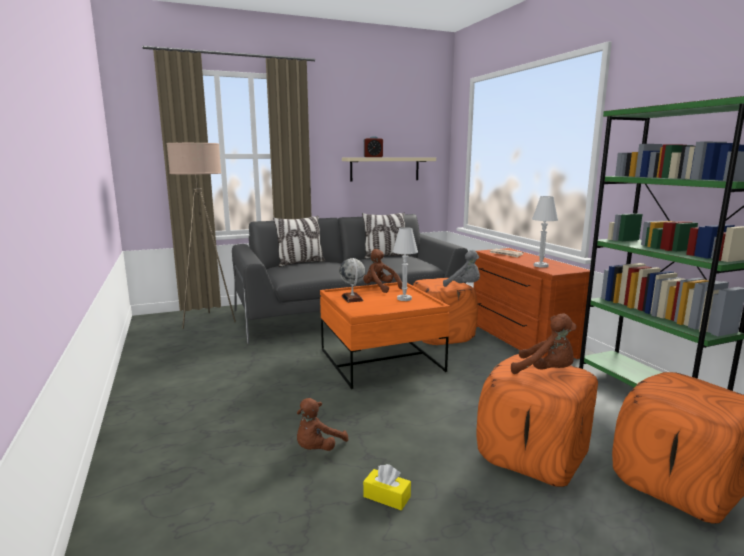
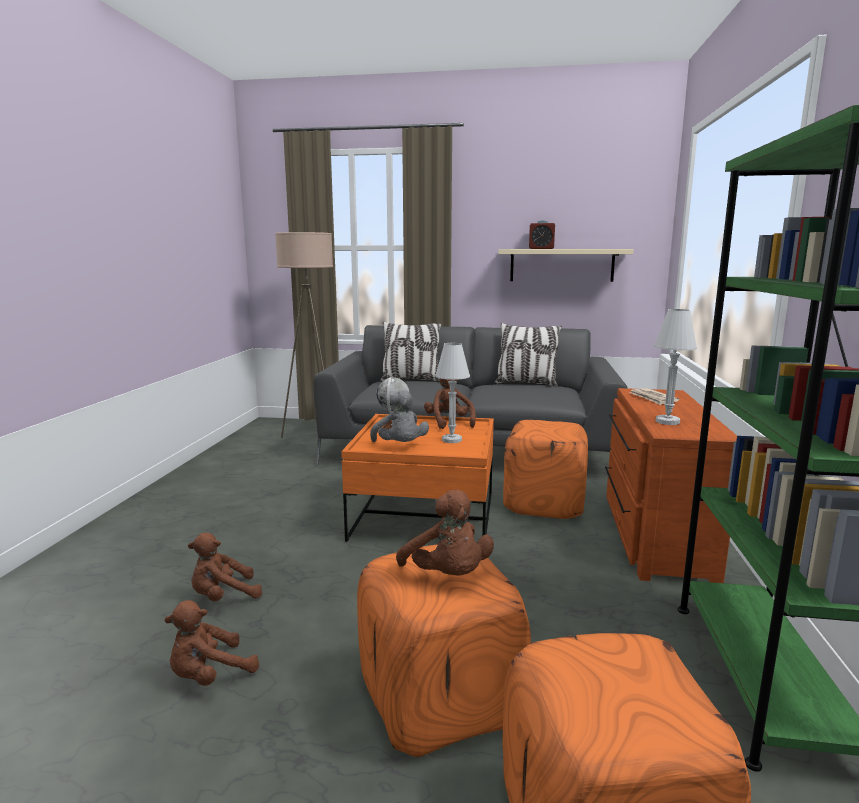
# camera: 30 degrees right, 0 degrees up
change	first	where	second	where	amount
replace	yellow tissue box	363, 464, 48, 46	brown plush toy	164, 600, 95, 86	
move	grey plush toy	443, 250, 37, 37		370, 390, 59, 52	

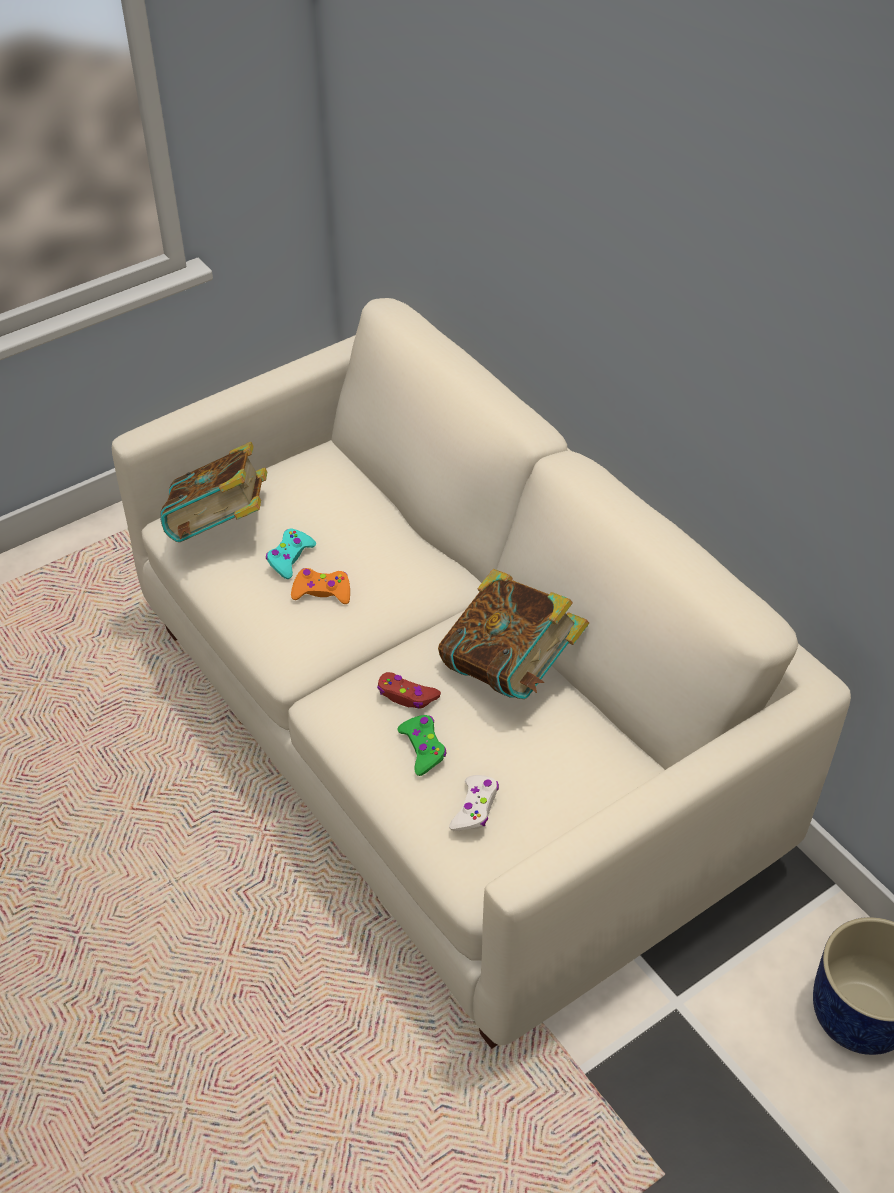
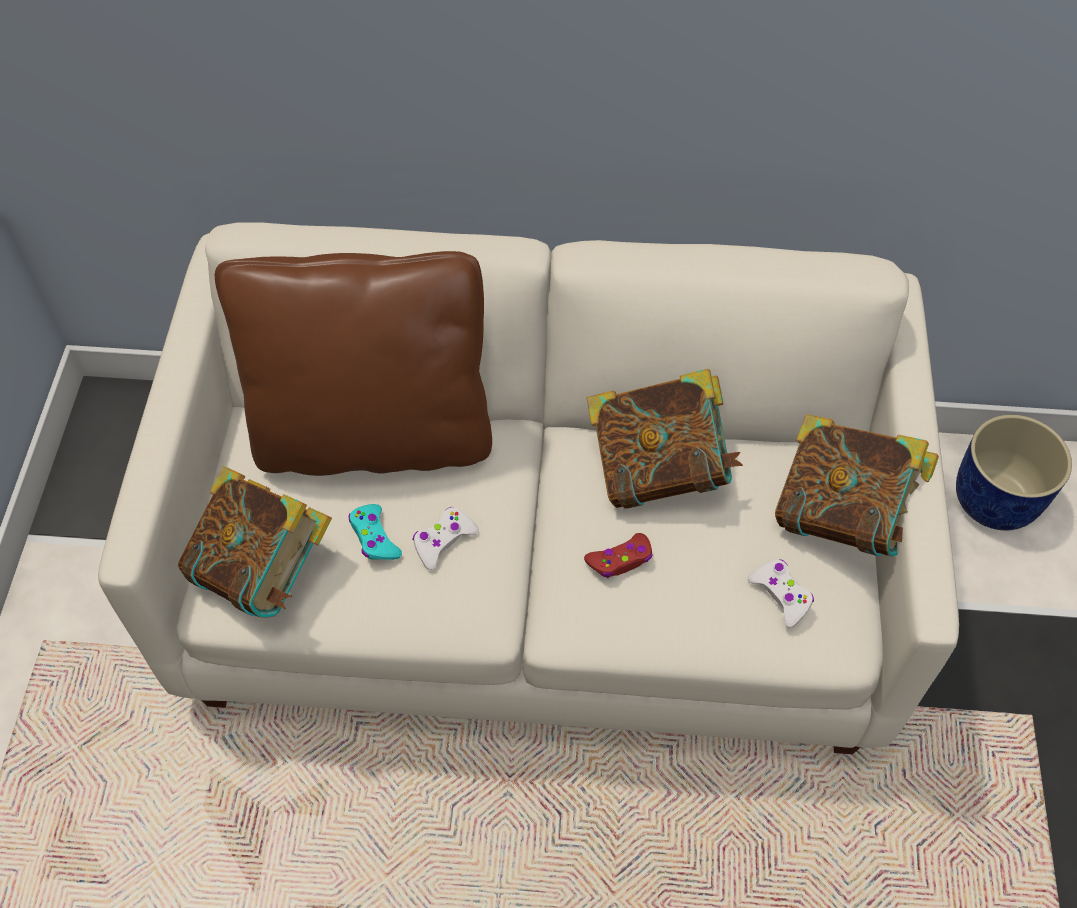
# camera: 50 degrees left, 10 degrees up
change	first	where	second	where	amount
recolor	orange game controller	291, 568, 59, 36	white game controller	413, 507, 66, 63	
delete	green game controller	398, 715, 48, 61			
insert			brown pillow	215, 251, 277, 225	
insert			book	775, 414, 164, 142	

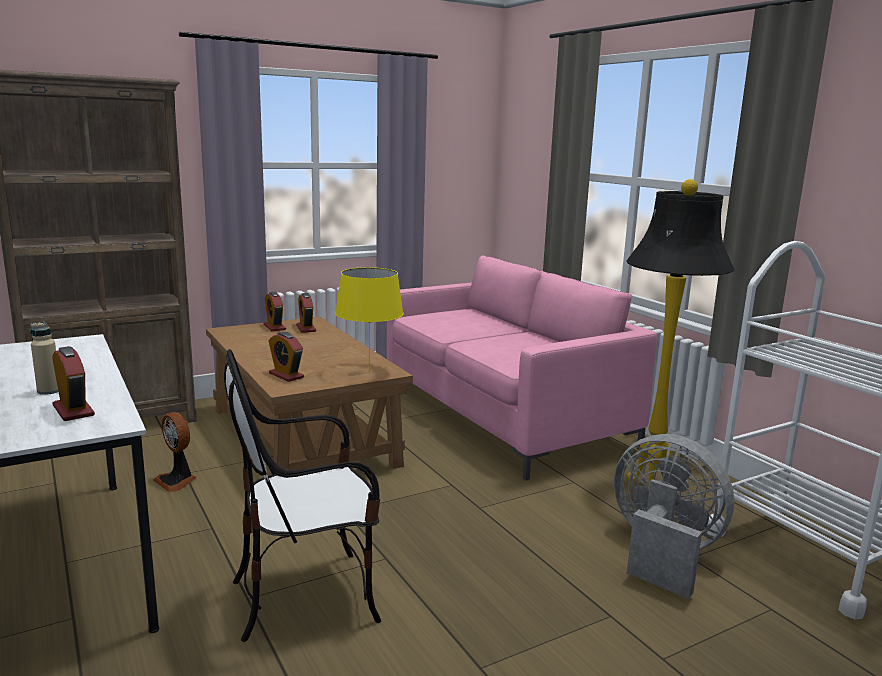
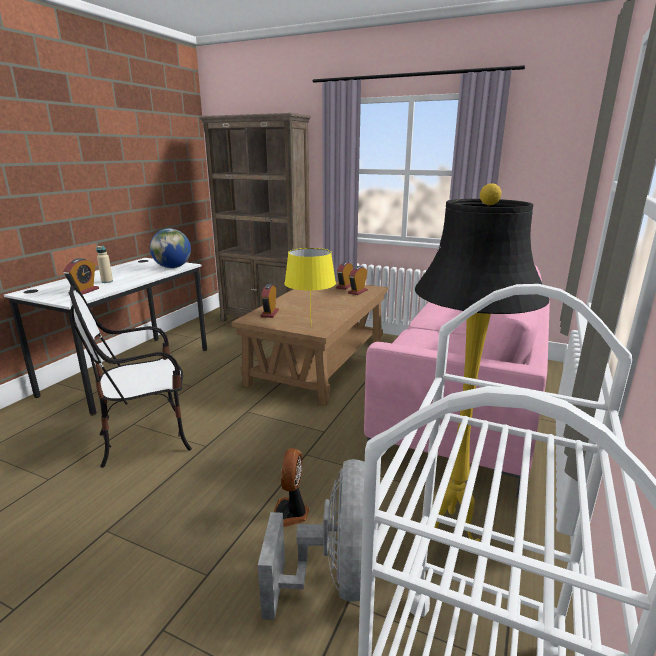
# camera: 55 degrees right, 5 degrees up
change	first	where	second	where	amount
move	fan	153, 413, 43, 79		274, 448, 35, 79	
rotate	chair	224, 349, 157, 293		69, 286, 123, 182	60 degrees counterclockwise
insert			globe	150, 229, 41, 39	

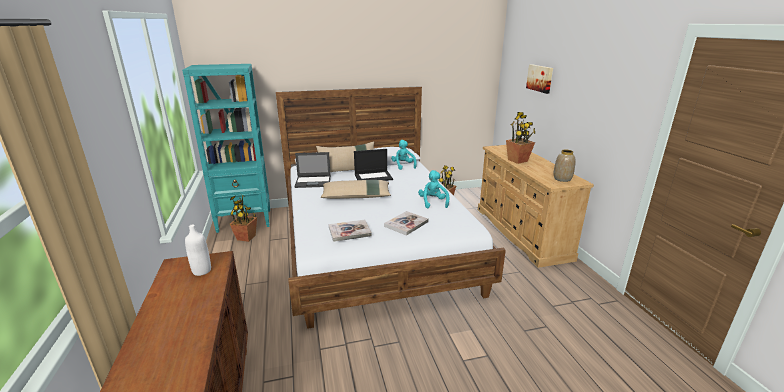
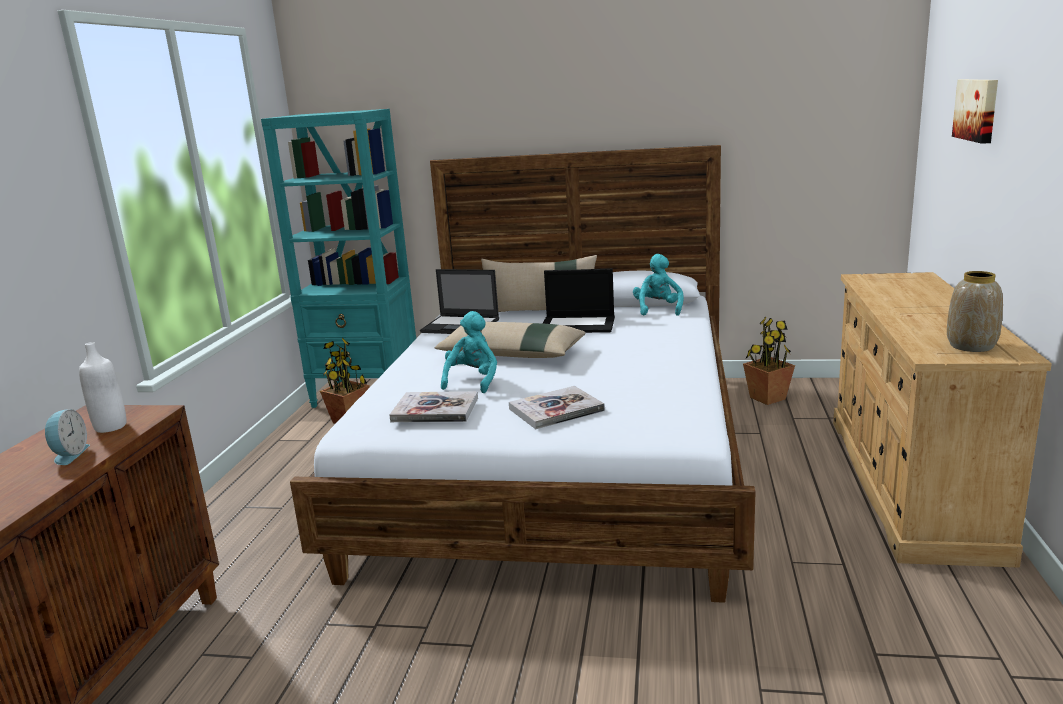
# camera: 25 degrees right, 5 degrees down
change	first	where	second	where	amount
move	turquoise plush toy	418, 170, 31, 39		441, 311, 56, 82	
delete	potted plant	506, 112, 29, 52			
insert			alarm clock	45, 409, 45, 56	

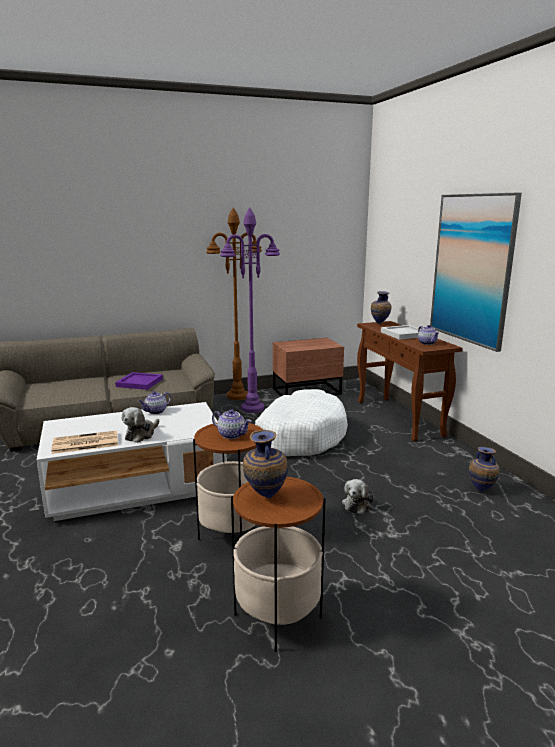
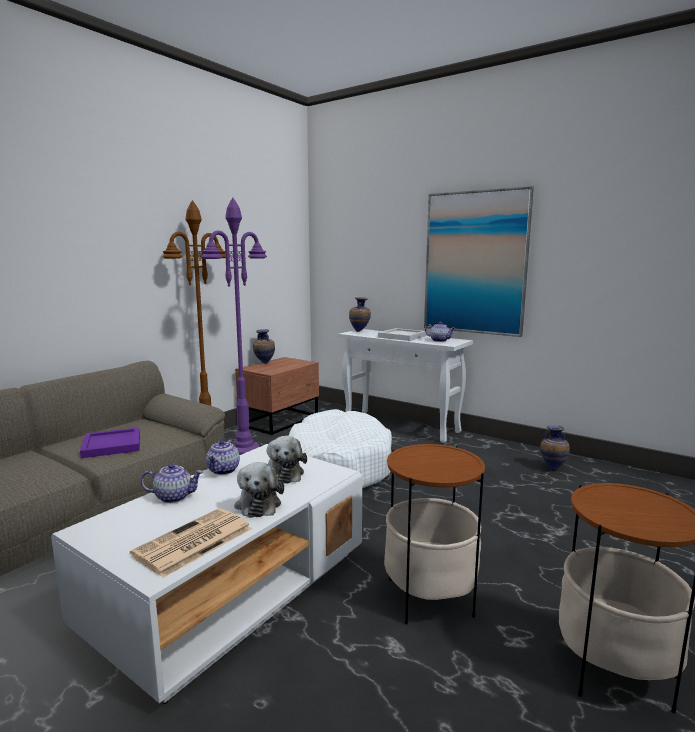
# camera: 35 degrees left, 5 degrees down
change	first	where	second	where	amount
move	teapot	212, 409, 39, 30		141, 463, 62, 40	
move	vase	243, 430, 45, 69		253, 329, 22, 35	
move	plush toy	342, 479, 32, 35		267, 436, 40, 48	
recolor	brown console table	357, 321, 106, 121	white console table	338, 329, 135, 114	

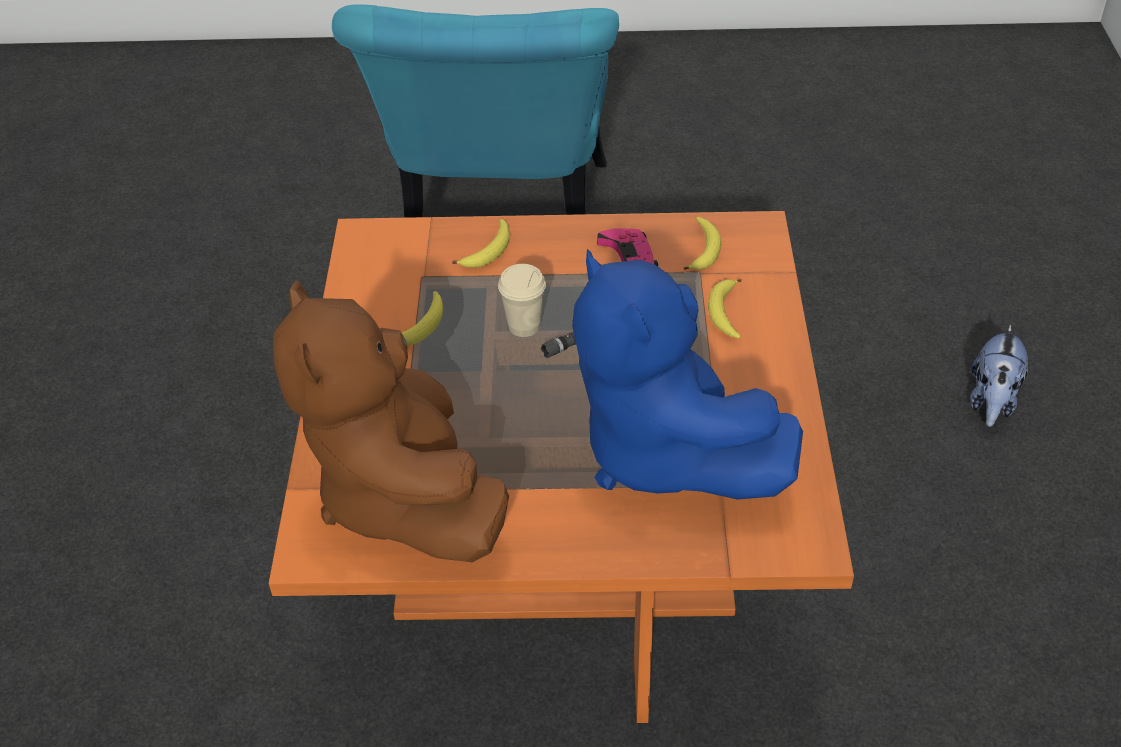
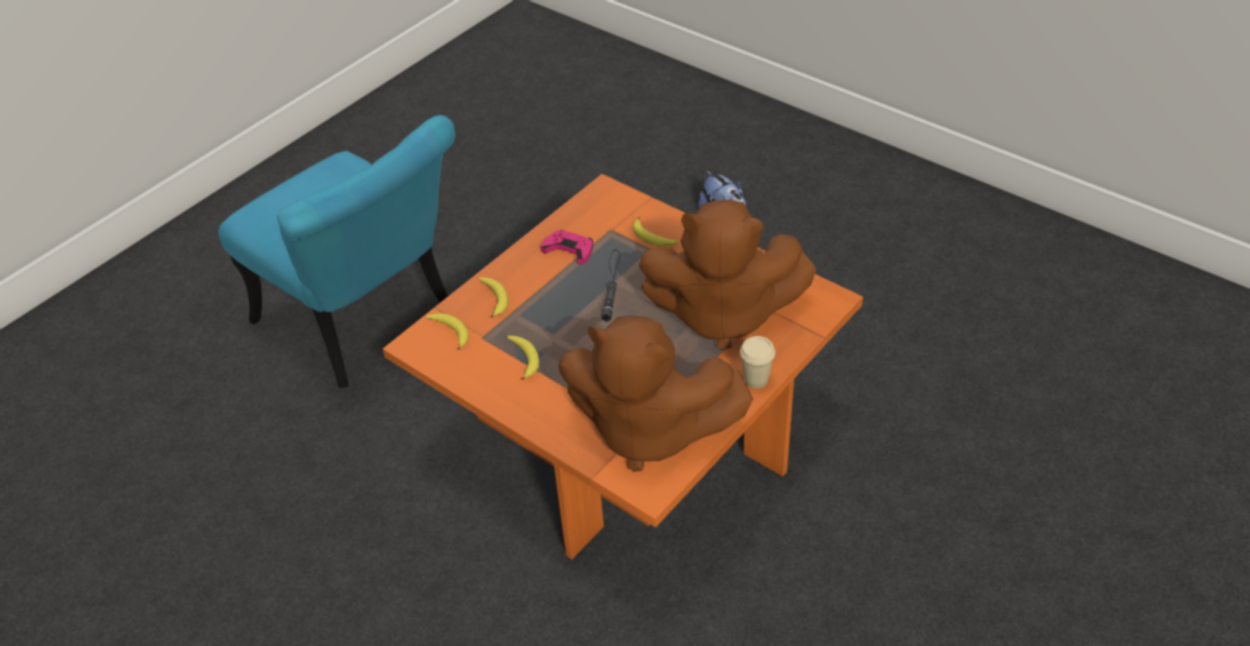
# camera: 50 degrees left, 0 degrees up
change	first	where	second	where	amount
move	beige cup	498, 264, 48, 73		740, 336, 35, 53	
recolor	blue plush toy	572, 249, 231, 251	brown plush toy	639, 200, 177, 150	
move	banana	683, 217, 38, 53		426, 313, 43, 37	

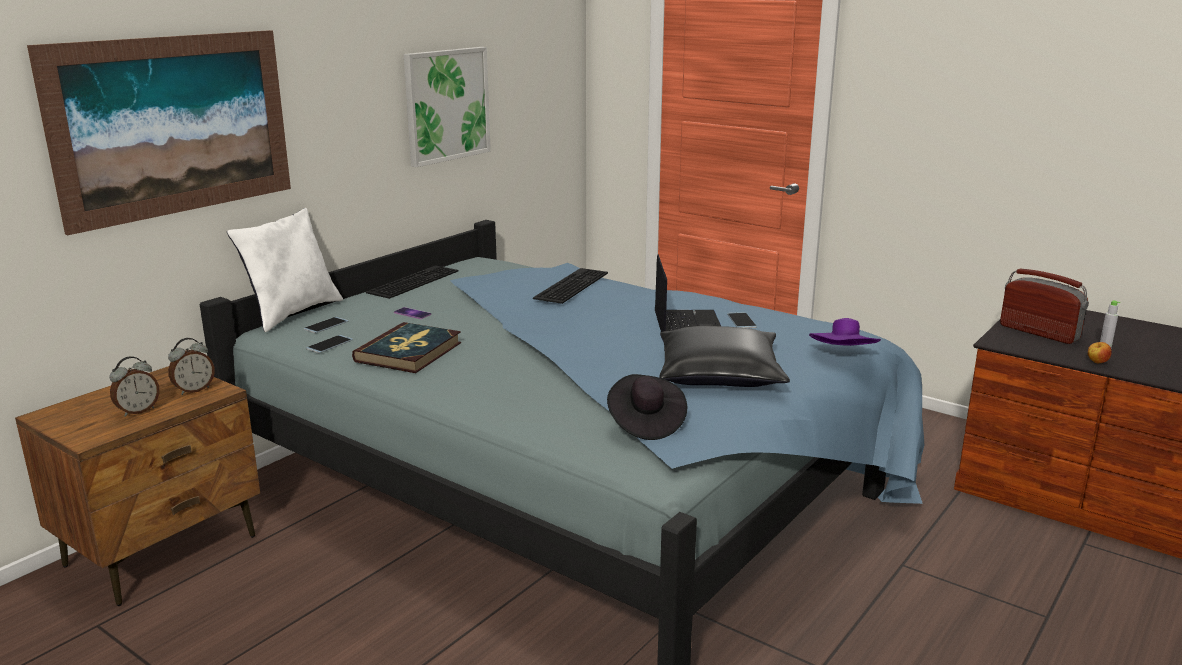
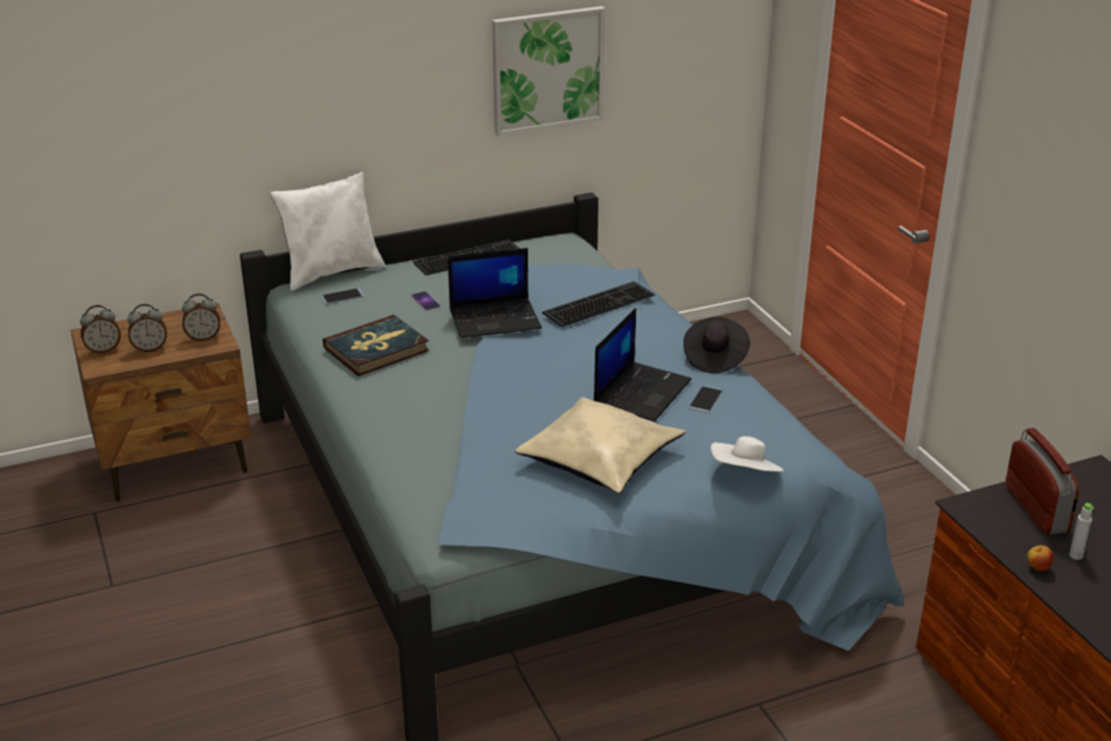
# camera: 30 degrees right, 10 degrees up
change	first	where	second	where	amount
delete	picture	27, 30, 264, 205			
delete	phone	306, 335, 47, 18			
move	black hat	607, 374, 80, 66		683, 317, 67, 56	
recolor	black pillow	659, 326, 131, 61	beige pillow	515, 397, 171, 96	
recolor	purple hat	809, 318, 72, 28	white hat	711, 436, 72, 36	
insert			alarm clock	80, 305, 41, 49	
insert			laptop	448, 248, 94, 90	

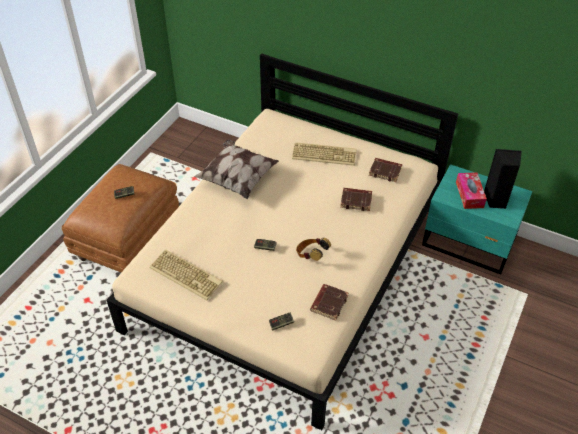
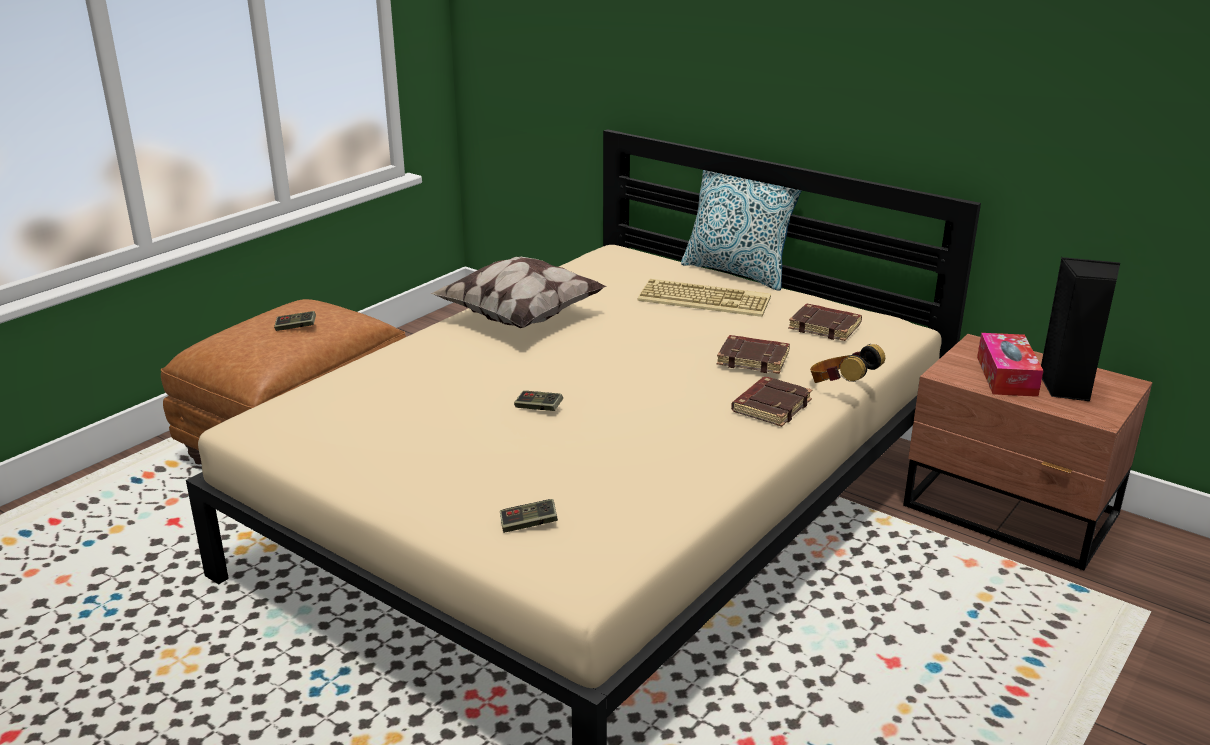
# camera: 10 degrees right, 20 degrees down
change	first	where	second	where	amount
delete	keyboard	150, 250, 73, 50			
move	headphones	296, 238, 35, 23		810, 344, 75, 39	
move	brown book	310, 284, 39, 37		731, 377, 82, 50	
recolor	turquoise nightstand	422, 164, 111, 110	brown nightstand	903, 334, 250, 236	
insert			pillow	681, 170, 121, 121	

